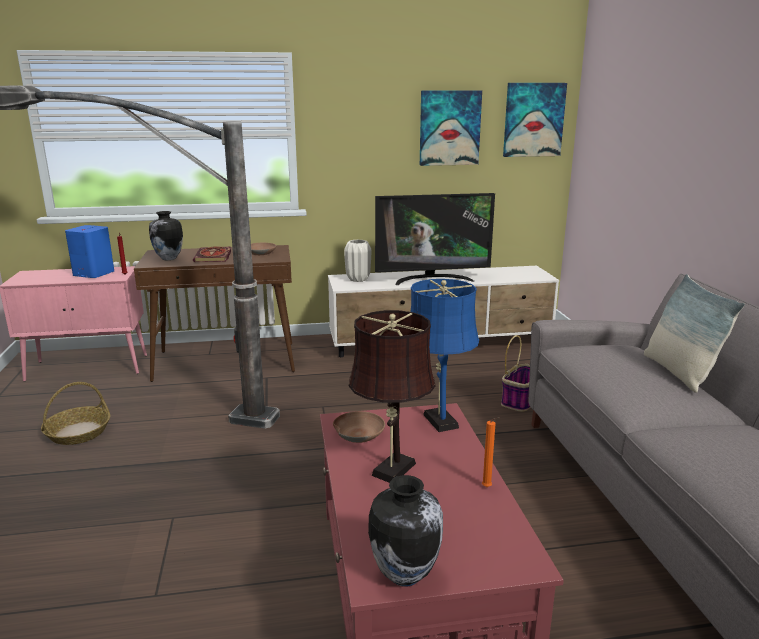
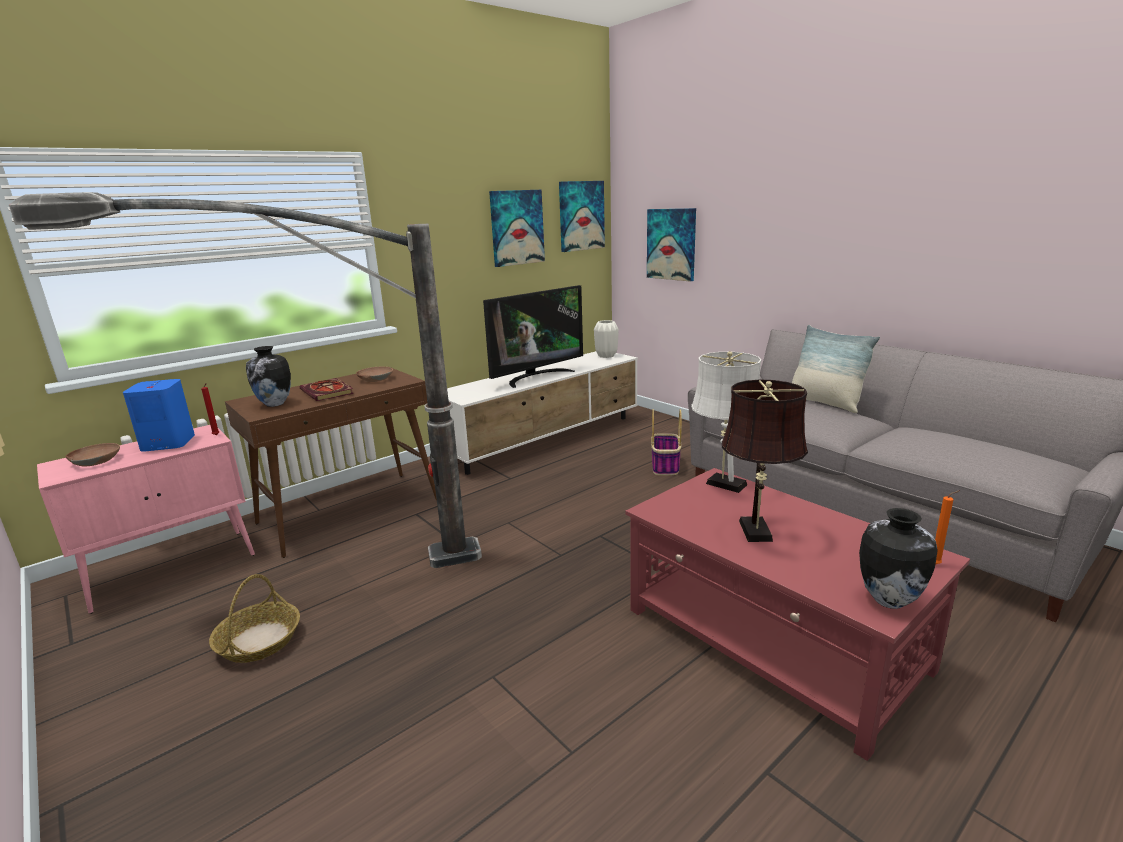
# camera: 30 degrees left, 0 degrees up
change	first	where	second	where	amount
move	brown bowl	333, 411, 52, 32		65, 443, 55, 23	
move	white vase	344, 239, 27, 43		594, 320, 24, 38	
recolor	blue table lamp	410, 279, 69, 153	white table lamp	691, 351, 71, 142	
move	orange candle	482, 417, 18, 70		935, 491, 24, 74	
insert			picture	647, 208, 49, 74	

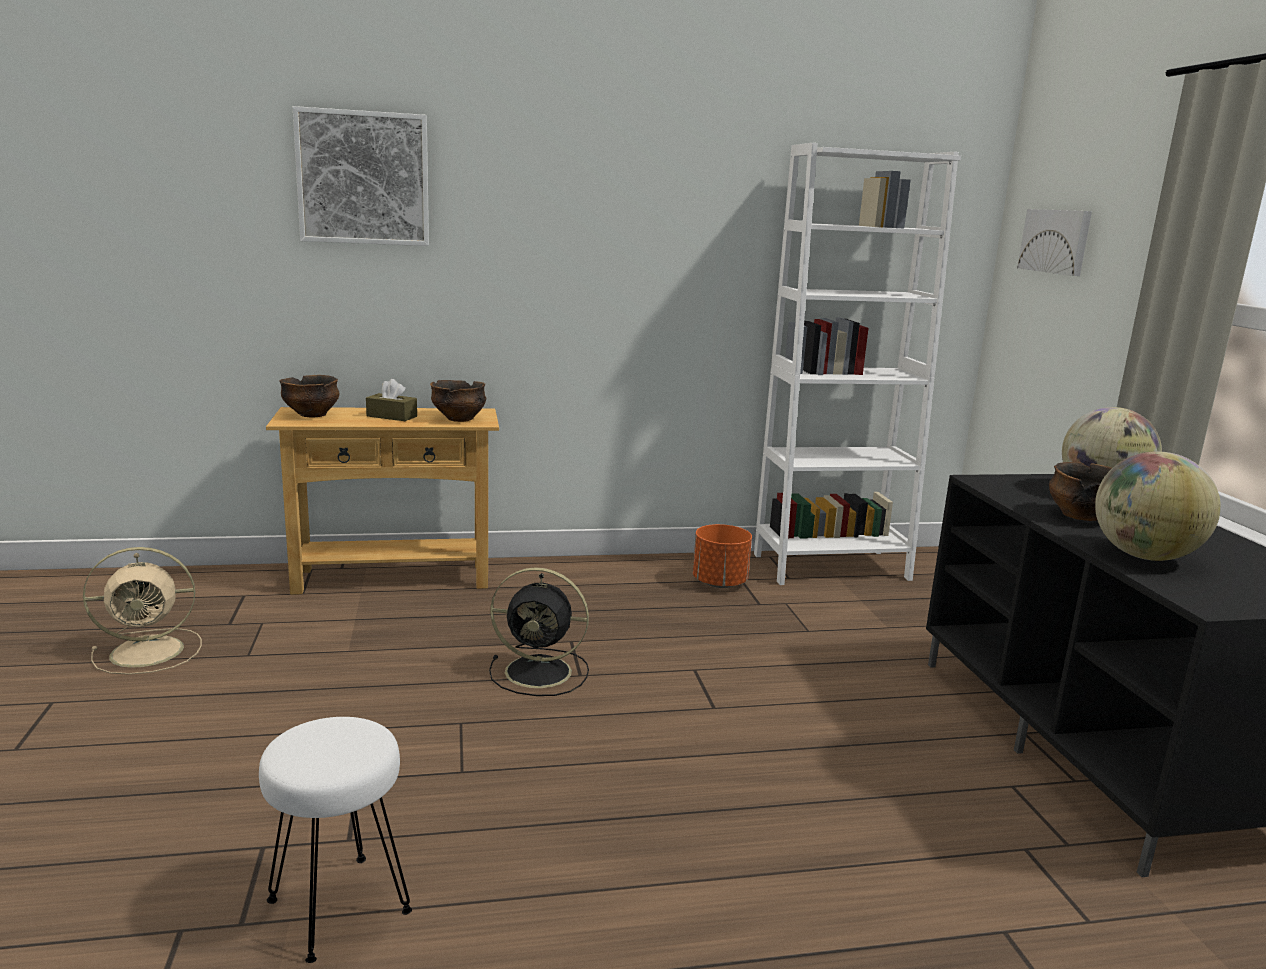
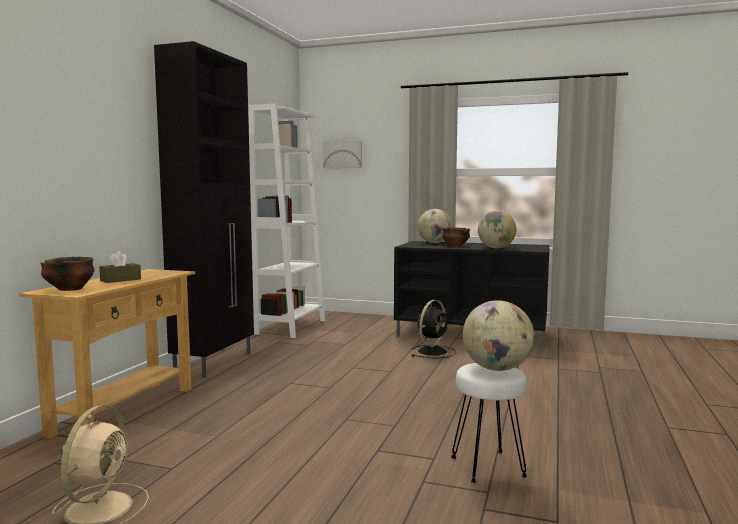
# camera: 60 degrees left, 10 degrees down
change	first	where	second	where	amount
delete	picture	293, 106, 136, 140			
delete	bowl	430, 380, 56, 42			
move	black fan	489, 567, 100, 129		412, 300, 44, 59	
delete	orange planter	693, 524, 59, 64			
insert			black cabinet	154, 41, 100, 336	
insert			globe	463, 300, 71, 71	

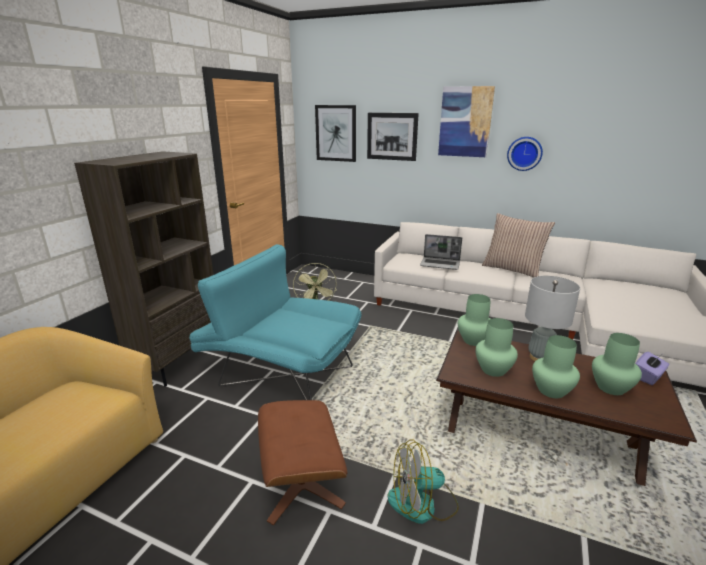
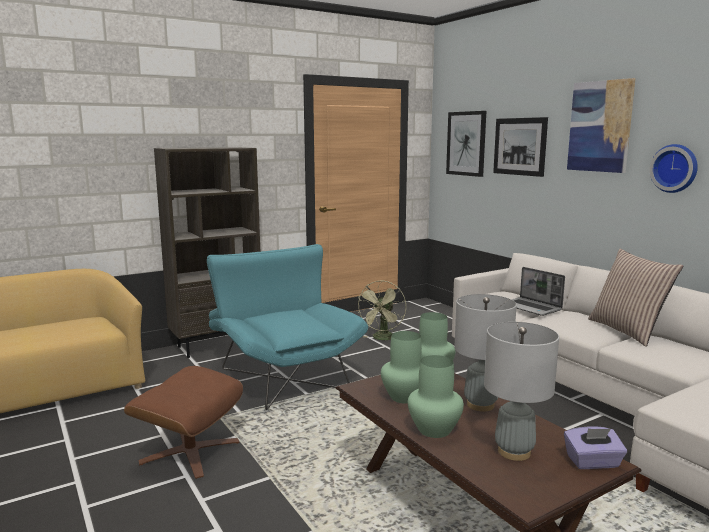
# camera: 35 degrees right, 10 degrees down
change	first	where	second	where	amount
delete	fan	387, 440, 72, 84			
replace	green vase	592, 333, 50, 62	grey table lamp	484, 322, 75, 139	

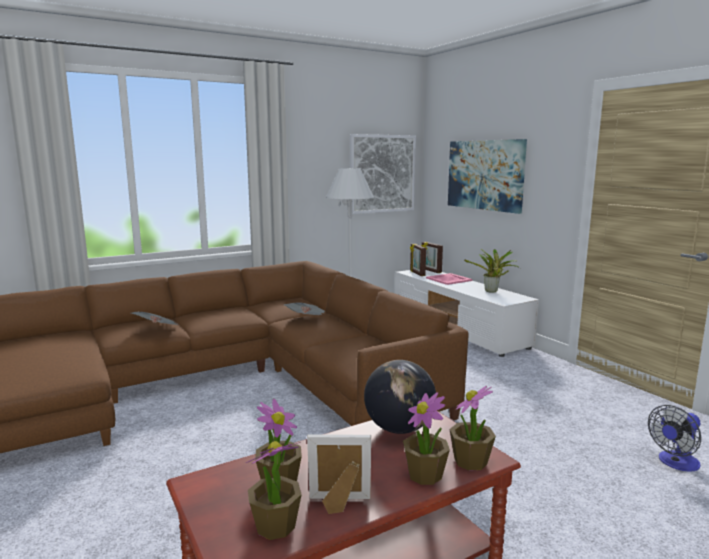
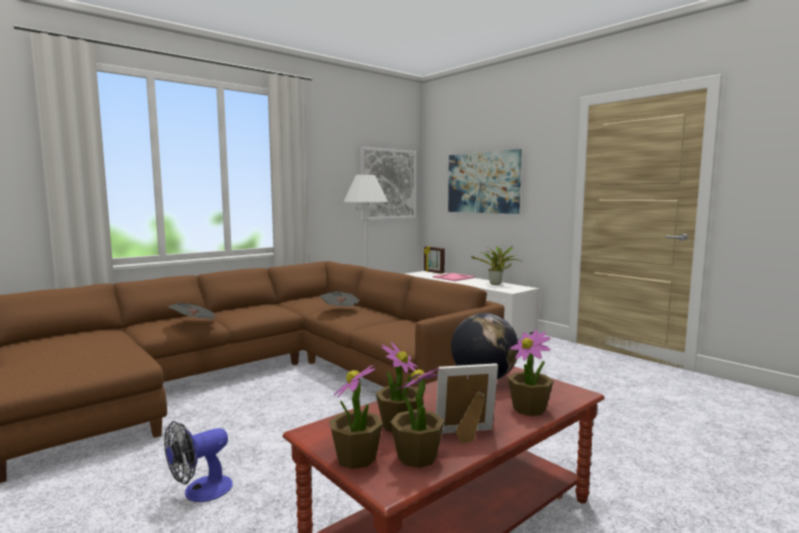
# camera: 10 degrees left, 5 degrees down
change	first	where	second	where	amount
delete	picture frame	410, 244, 16, 32			
move	potted plant	449, 386, 47, 85		329, 364, 54, 105	
move	fan	648, 405, 53, 67		164, 421, 69, 81	

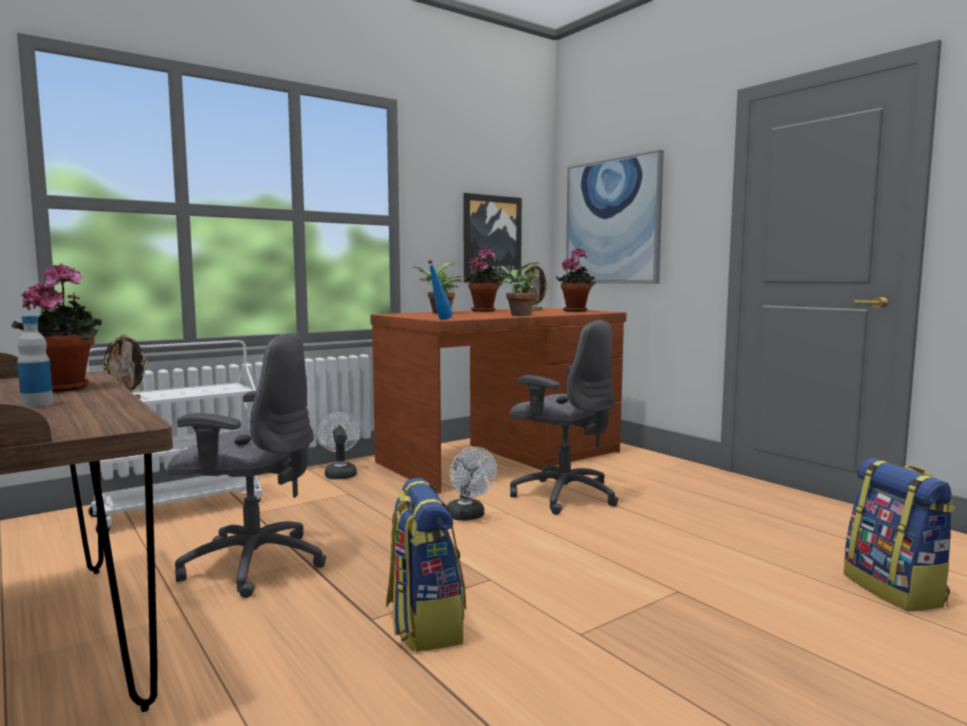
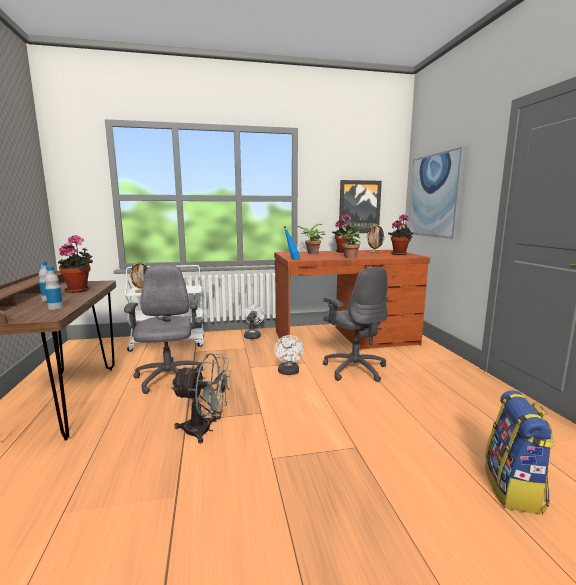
# camera: 25 degrees right, 5 degrees up
change	first	where	second	where	amount
rotate	grey office chair	167, 333, 159, 265		124, 264, 79, 130	135 degrees counterclockwise
replace	backpack	386, 478, 80, 174	grey fan	171, 353, 60, 91	
insert			bottle	45, 266, 18, 44	

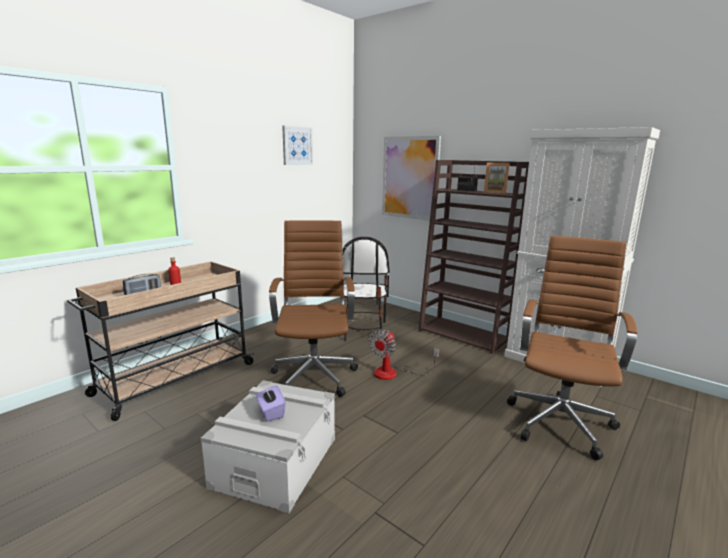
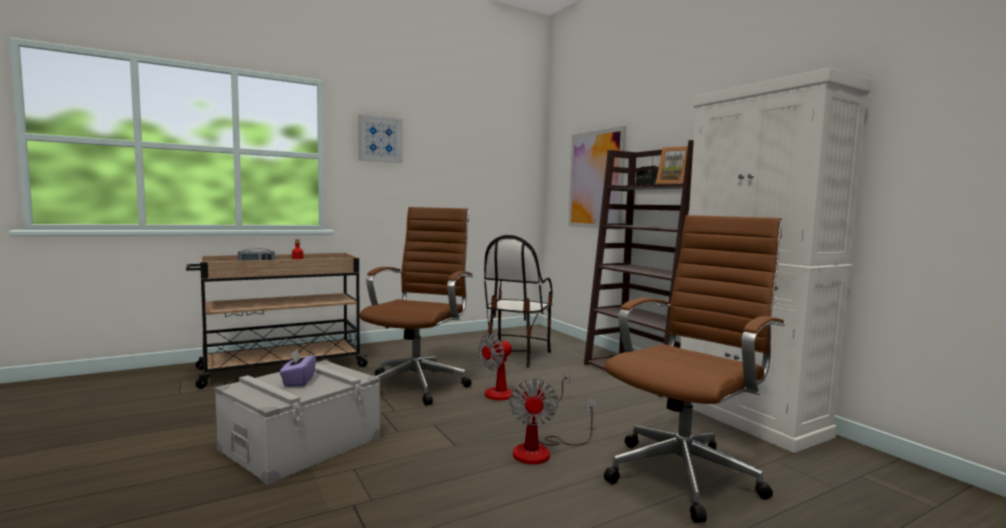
# camera: 20 degrees right, 10 degrees down
change	first	where	second	where	amount
move	picture	282, 126, 31, 39		358, 114, 45, 49	
insert			fan	509, 378, 87, 86	

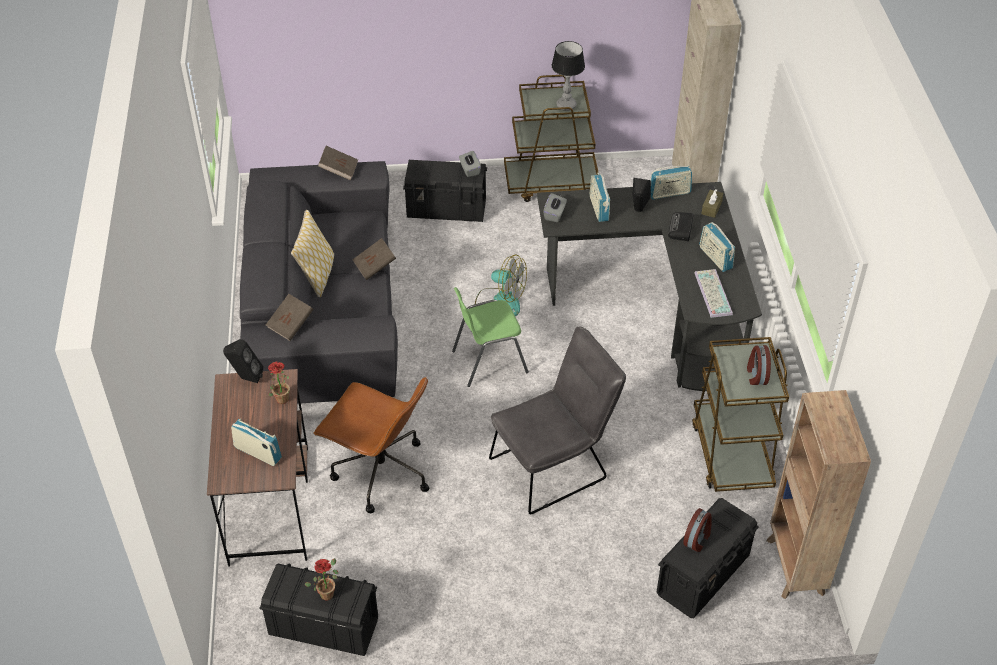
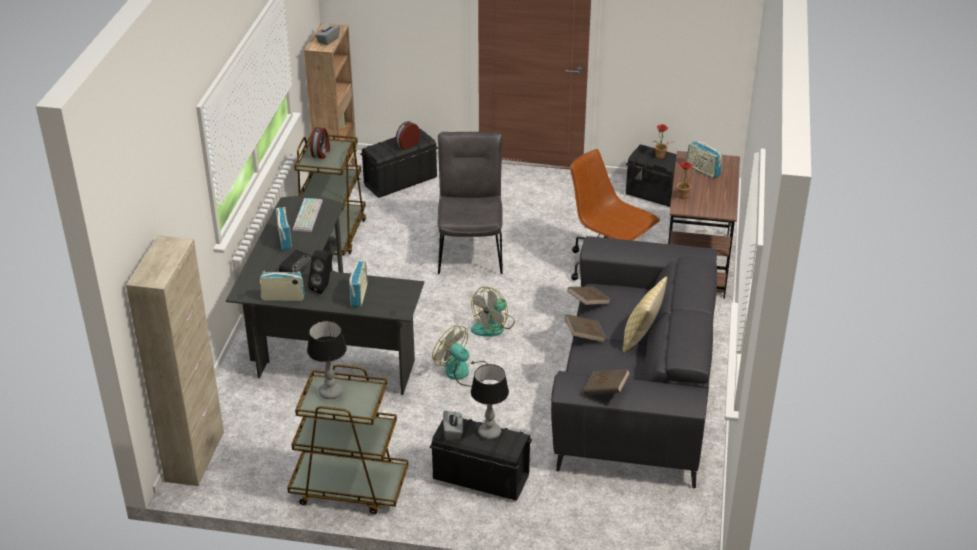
# camera: 165 degrees left, 10 degrees down
change	first	where	second	where	amount
delete	black speaker	223, 339, 40, 44			
move	brown book	266, 294, 47, 47		567, 286, 44, 19	
replace	green chair	452, 287, 77, 100	fan	471, 287, 44, 49	
rotate	grey chair	489, 327, 137, 187		437, 132, 66, 142	105 degrees clockwise
move	grey tissue box	543, 193, 24, 29		315, 22, 25, 23	
delete	brown tissue box	701, 189, 22, 29			
insert			table lamp	471, 364, 38, 75	

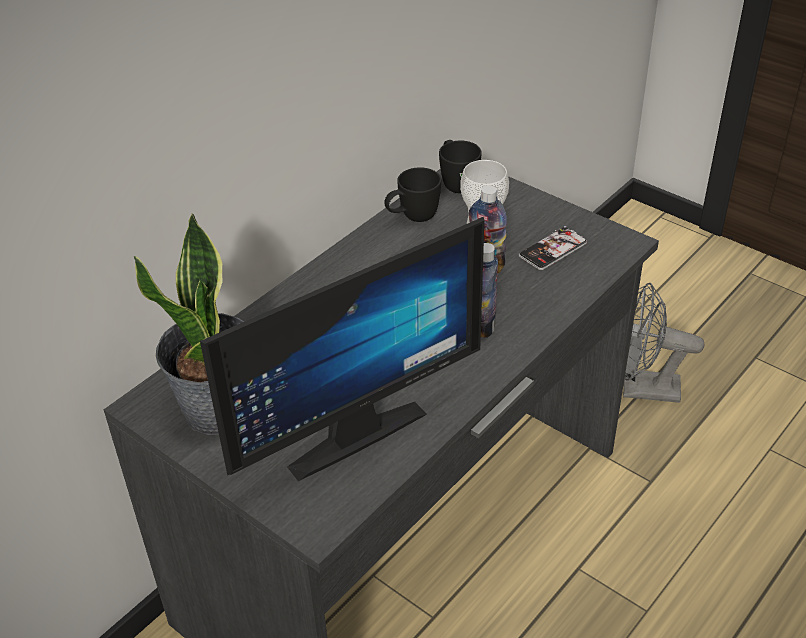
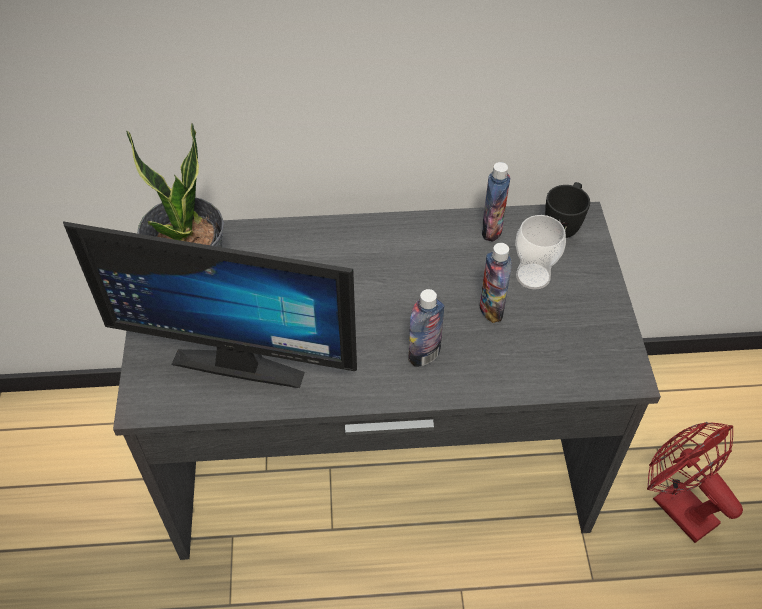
# camera: 45 degrees right, 10 degrees up
change	first	where	second	where	amount
replace	black mug	384, 167, 57, 55	bottle	481, 162, 29, 80	
delete	phone	519, 226, 68, 44			
recolor	grey fan	623, 283, 81, 120	red fan	647, 422, 96, 121	

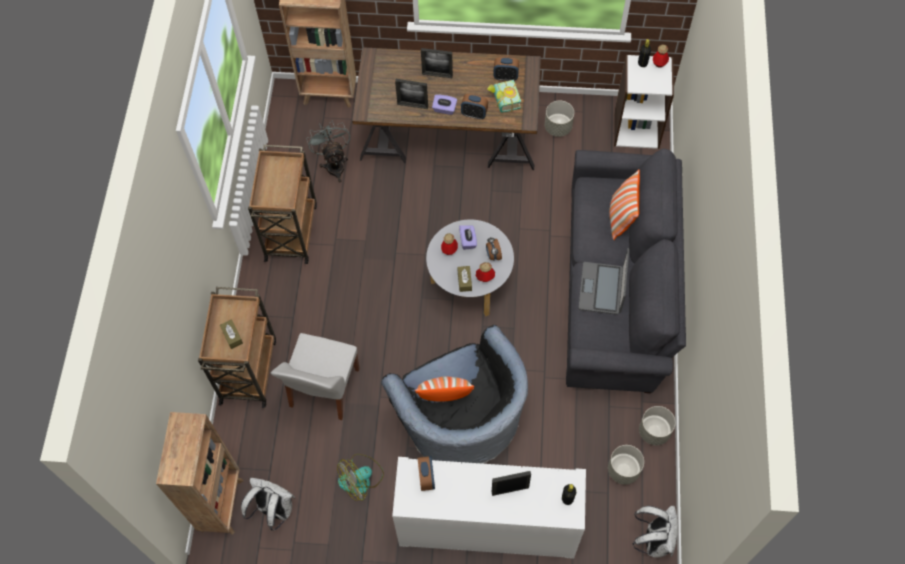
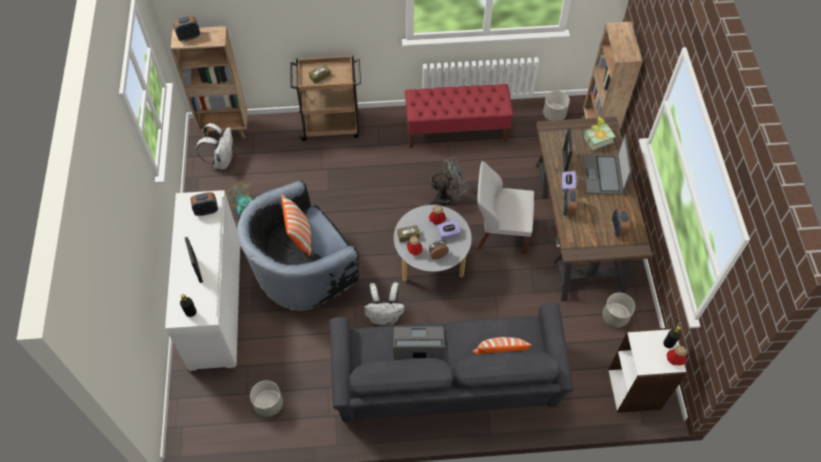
# camera: 80 degrees right, 5 degrees down
change	first	where	second	where	amount
replace	brown cart	248, 145, 69, 119	red bench	405, 84, 108, 64	
move	white chair	271, 333, 89, 87		477, 161, 57, 93	
move	grey fan	307, 121, 43, 62		430, 157, 39, 49	
replace	picture frame	421, 48, 32, 30	laptop	583, 134, 49, 60	
move	book	487, 80, 34, 33		583, 117, 33, 34	
move	white backpack	633, 505, 45, 52		364, 282, 41, 43	
move	grey planter	639, 406, 37, 39		543, 91, 27, 30	
insert			alarm clock	173, 16, 27, 26	

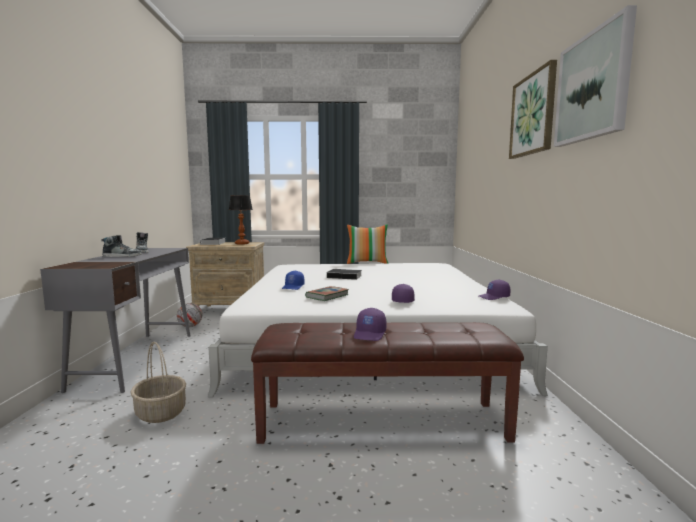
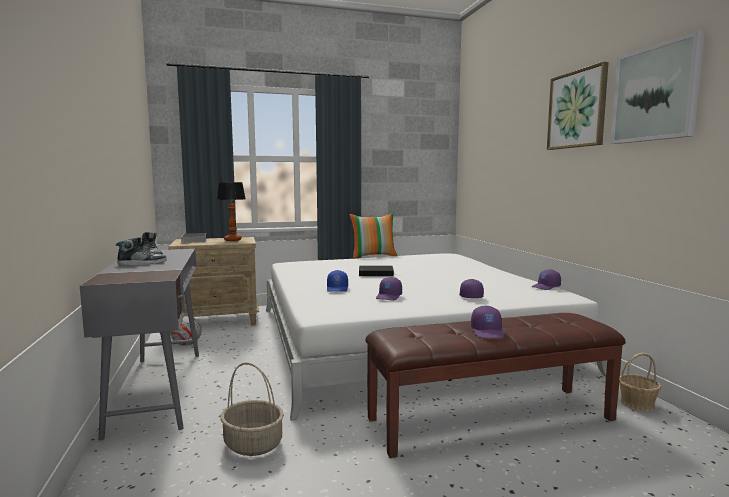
# camera: 15 degrees left, 0 degrees up
change	first	where	second	where	amount
replace	book	305, 286, 44, 15	purple cap	376, 277, 26, 24	
insert			basket	619, 353, 42, 59	

